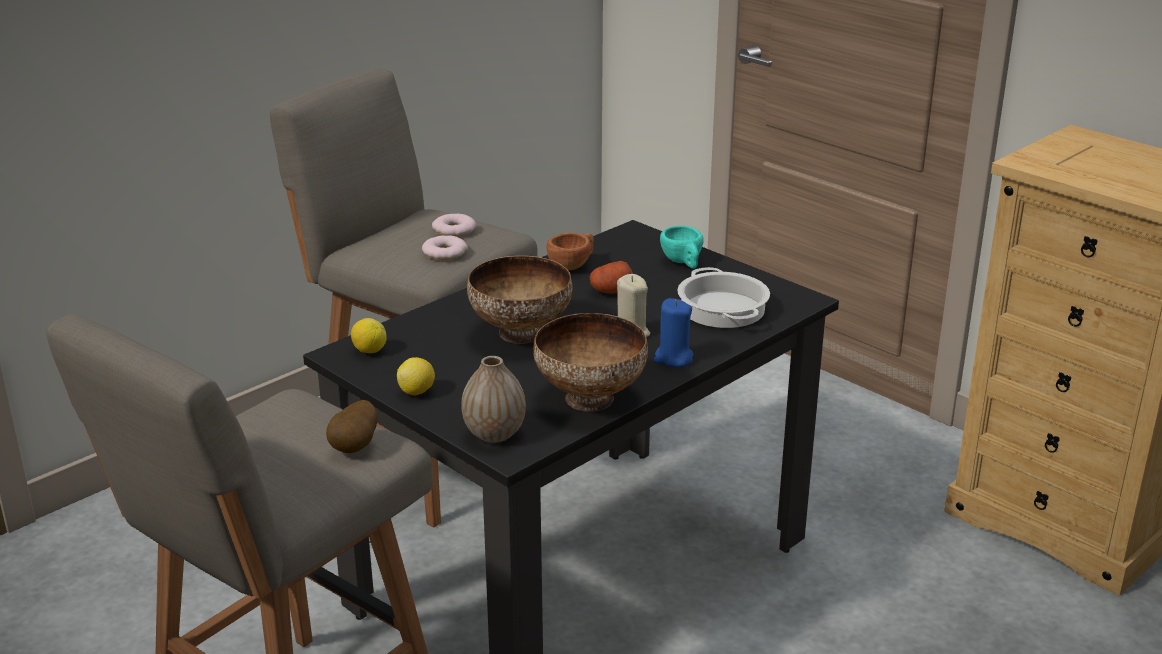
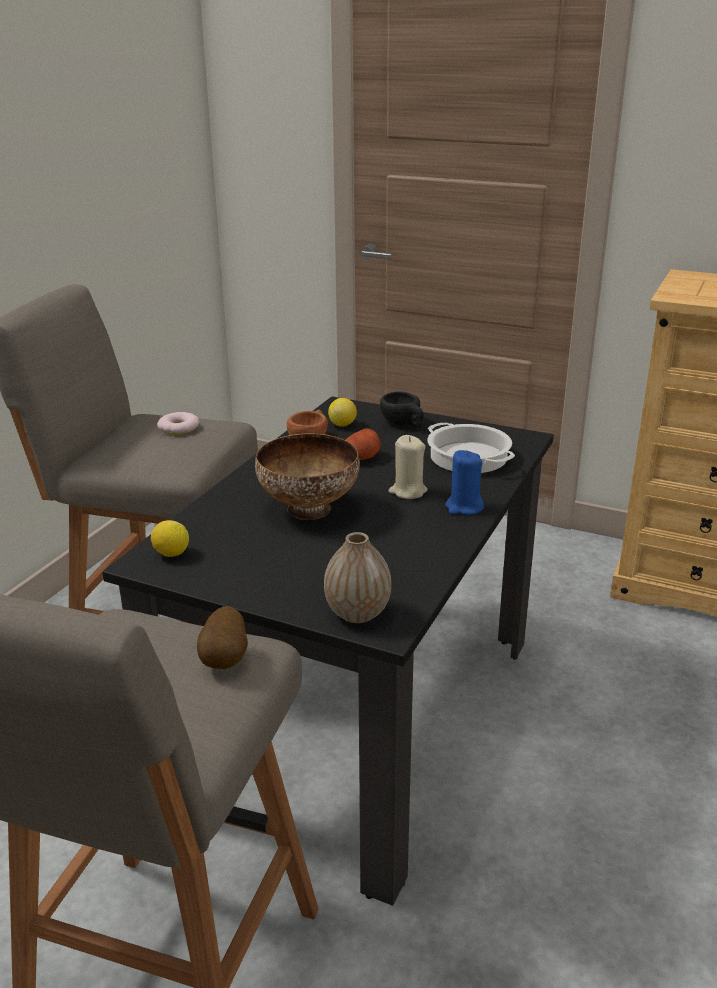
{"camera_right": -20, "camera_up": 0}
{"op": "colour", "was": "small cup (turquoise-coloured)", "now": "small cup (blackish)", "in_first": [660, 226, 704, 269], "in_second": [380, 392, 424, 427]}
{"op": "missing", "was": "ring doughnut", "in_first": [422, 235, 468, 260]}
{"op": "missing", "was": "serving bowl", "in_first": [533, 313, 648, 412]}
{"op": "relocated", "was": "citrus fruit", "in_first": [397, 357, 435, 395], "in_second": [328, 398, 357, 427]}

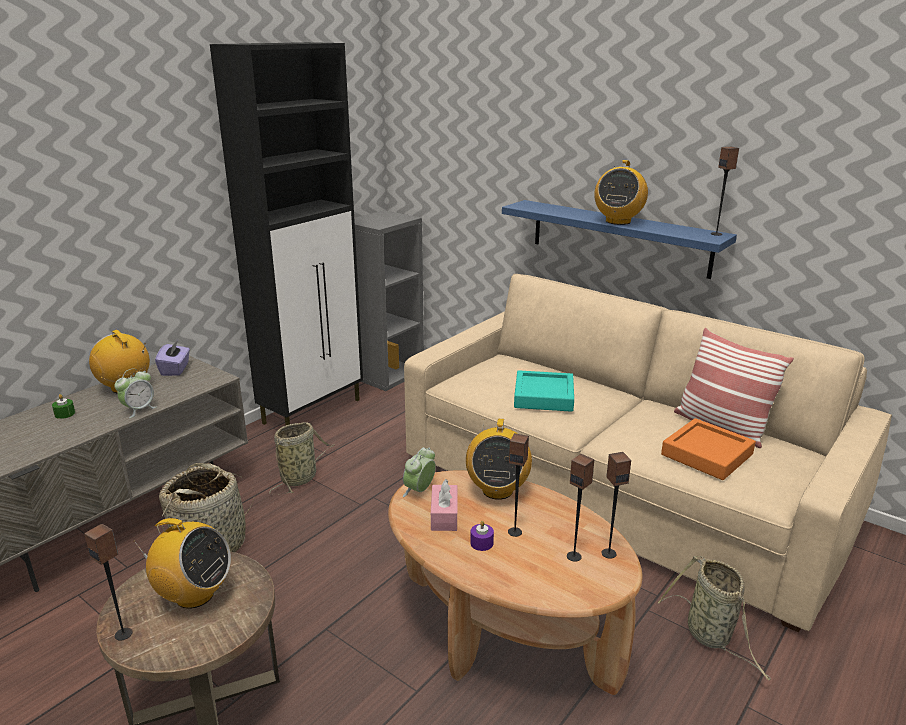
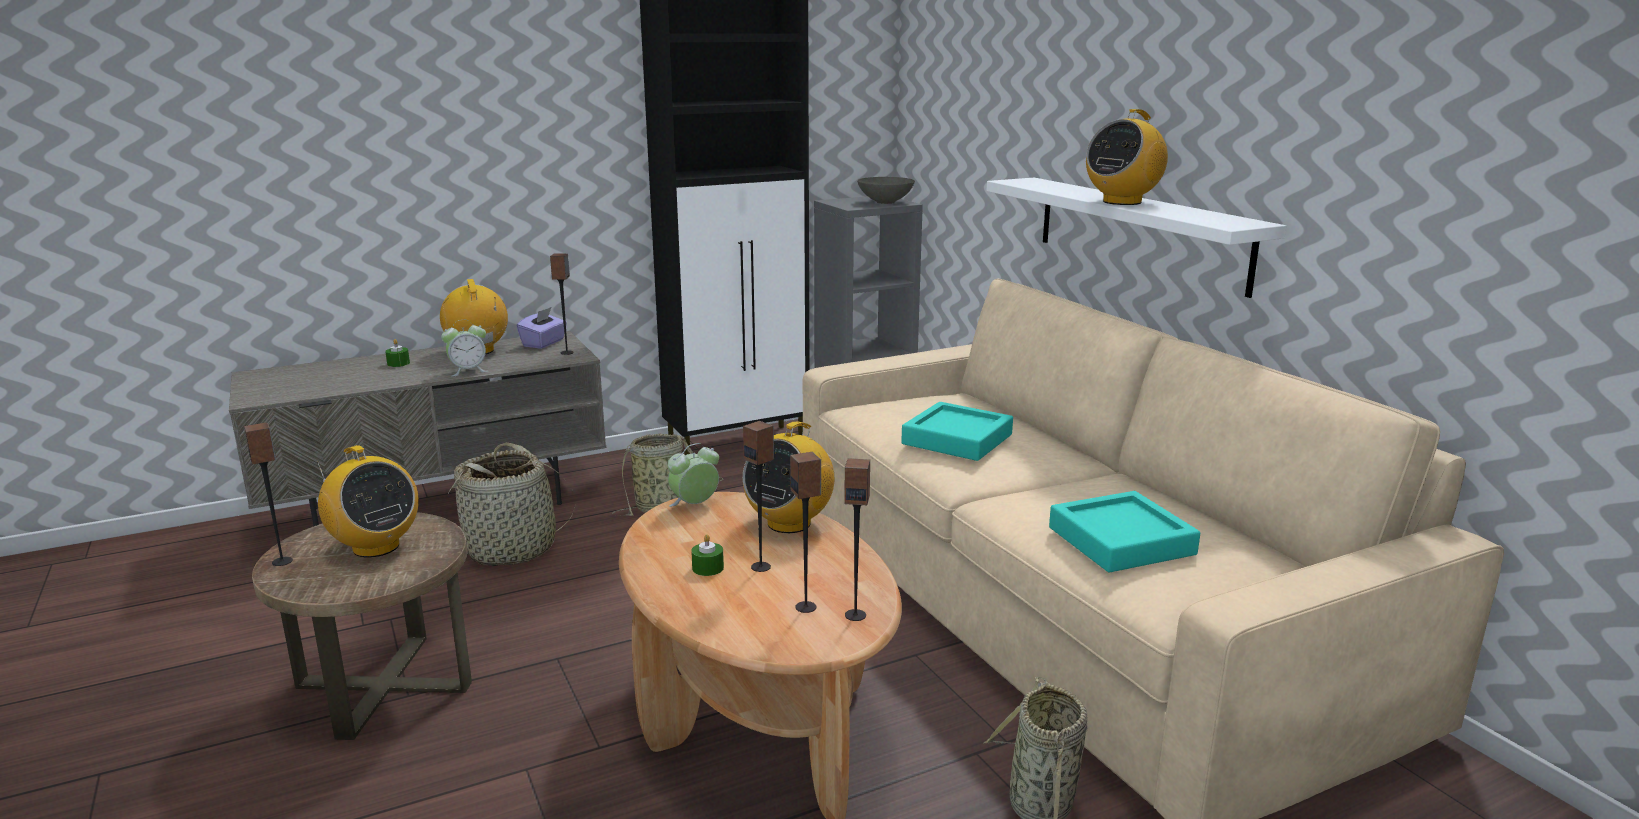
{"camera_right": 25, "camera_up": -5}
{"op": "relocated", "was": "loudspeaker", "in_first": [711, 147, 739, 236], "in_second": [550, 254, 574, 355]}
{"op": "colour", "was": "bracket shelf (bluish)", "now": "bracket shelf (white-coloured)", "in_first": [502, 200, 737, 279], "in_second": [986, 178, 1286, 298]}
{"op": "missing", "was": "throw pillow", "in_first": [674, 328, 794, 448]}
{"op": "colour", "was": "carrying tray (orangey)", "now": "carrying tray (turquoise-coloured)", "in_first": [661, 418, 756, 480], "in_second": [1049, 491, 1200, 572]}
{"op": "missing", "was": "box of tissues (pinkish)", "in_first": [431, 479, 457, 531]}
{"op": "colour", "was": "wax candle (purple-coloured)", "now": "wax candle (green)", "in_first": [470, 521, 494, 551], "in_second": [691, 534, 724, 576]}
{"op": "appeared", "now": "serving bowl (gray)", "in_second": [857, 177, 915, 204]}

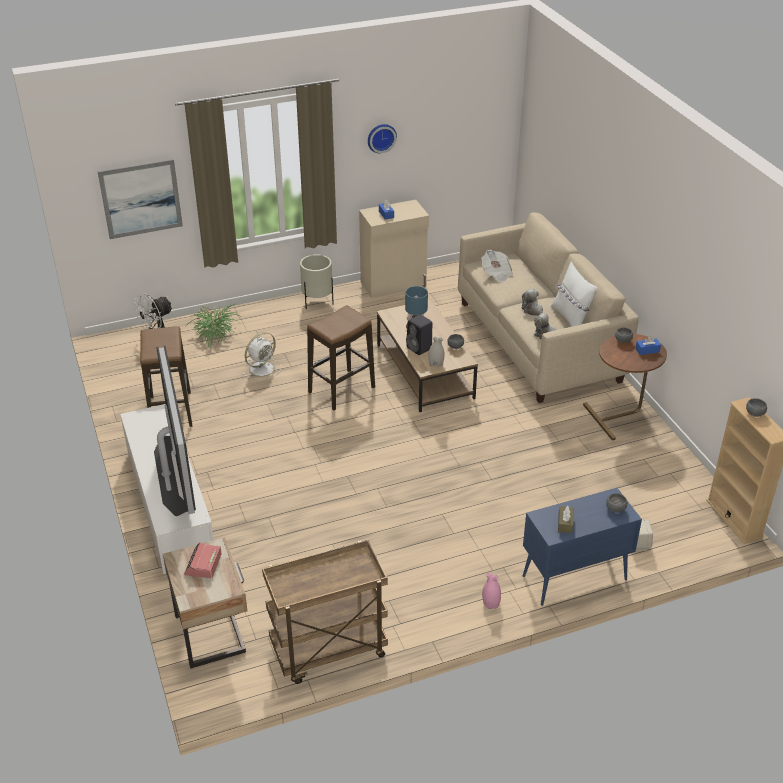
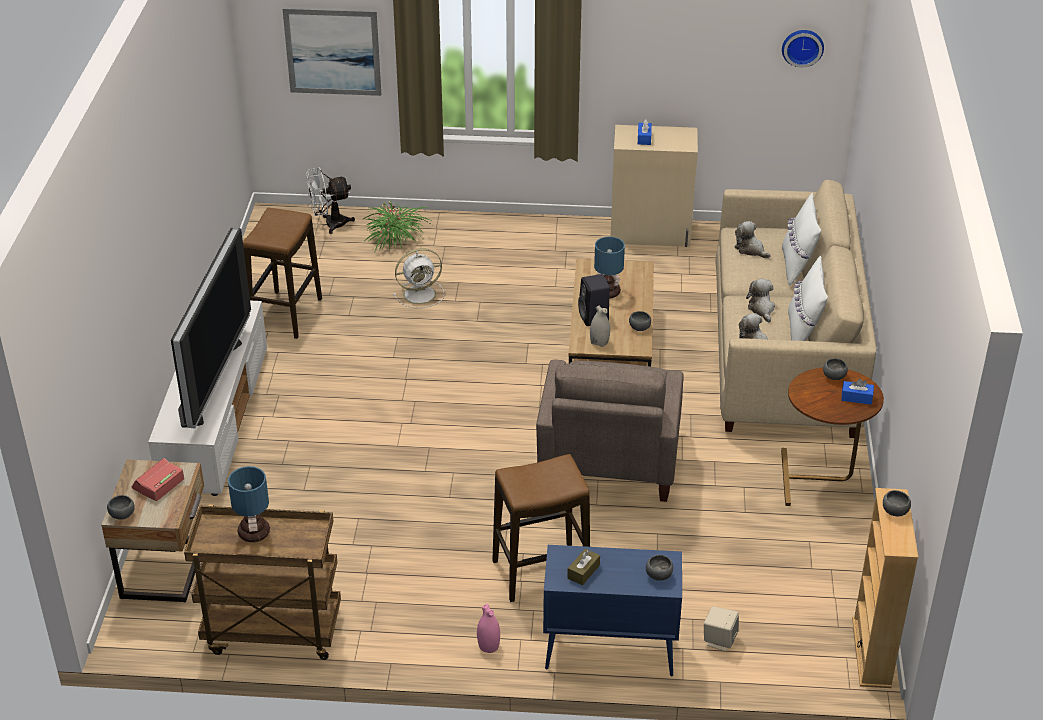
{"camera_right": 25, "camera_up": 0}
{"op": "relocated", "was": "wall clock", "in_first": [368, 124, 397, 153], "in_second": [782, 30, 824, 68]}
{"op": "exchanged", "was": "daily paper", "now": "cuddly toy", "in_first": [481, 250, 513, 283], "in_second": [734, 221, 771, 259]}
{"op": "missing", "was": "flower pot (beige-coloured)", "in_first": [300, 254, 334, 309]}
{"op": "relocated", "was": "stool seat", "in_first": [307, 305, 375, 410], "in_second": [492, 454, 590, 602]}
{"op": "appeared", "now": "throw pillow (white-coloured)", "in_second": [782, 193, 821, 286]}
{"op": "appeared", "now": "easy chair (beige-coloured)", "in_second": [536, 360, 684, 502]}
{"op": "appeared", "now": "tabletop lamp", "in_second": [228, 466, 270, 542]}
{"op": "appeared", "now": "serving bowl (gray)", "in_second": [107, 495, 135, 520]}

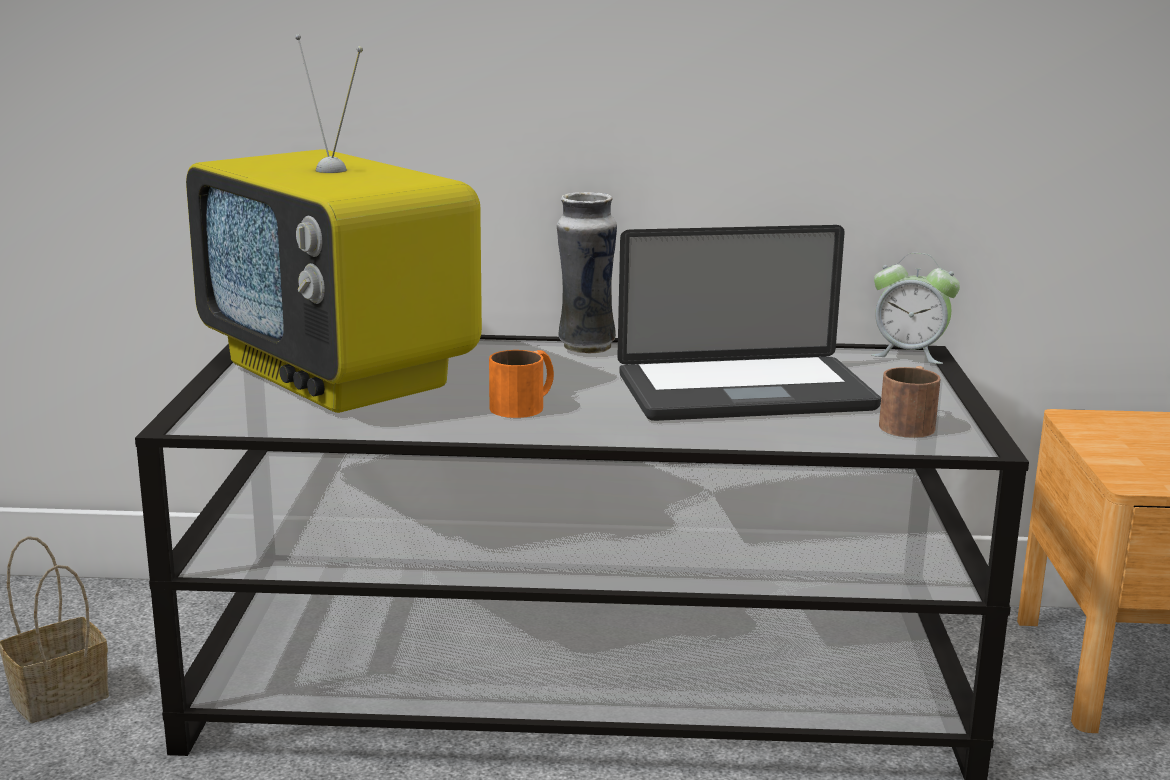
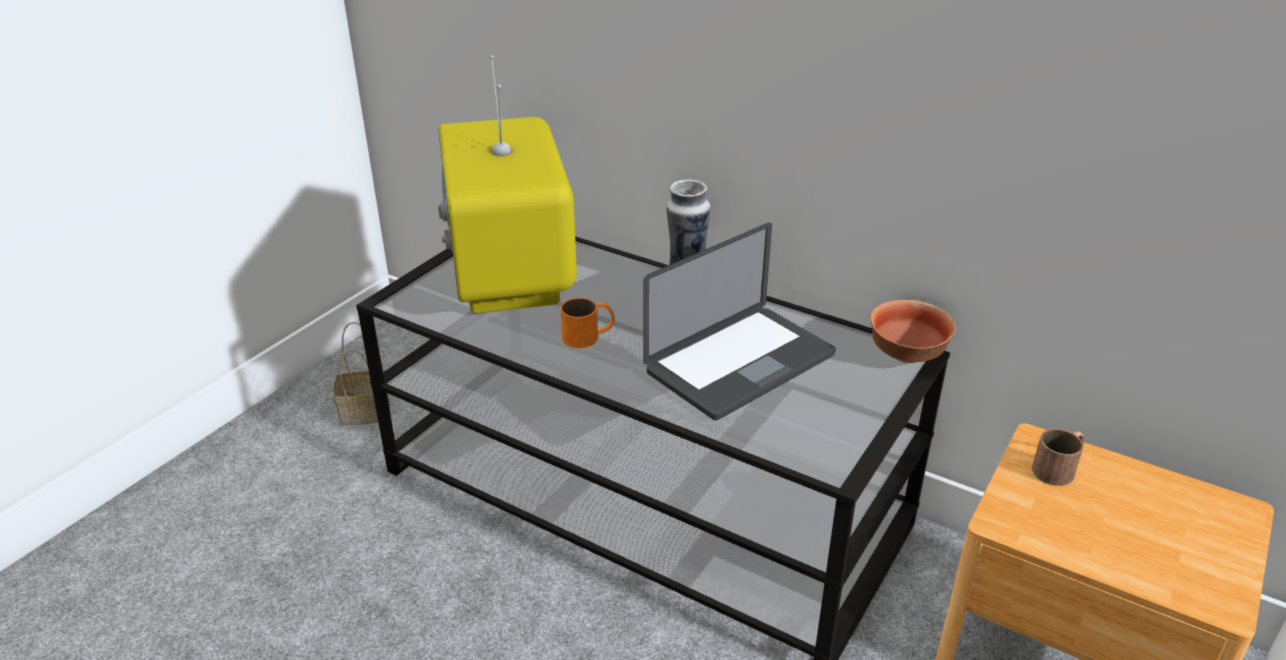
{"camera_right": 30, "camera_up": 15}
{"op": "spun", "was": "notebook computer", "in_first": [617, 225, 881, 421], "in_second": [643, 223, 836, 420], "clockwise": -60}
{"op": "exchanged", "was": "alarm clock", "now": "serving bowl", "in_first": [872, 253, 960, 364], "in_second": [870, 300, 956, 363]}
{"op": "relocated", "was": "coffee mug (brown)", "in_first": [879, 366, 941, 438], "in_second": [1032, 429, 1084, 486]}

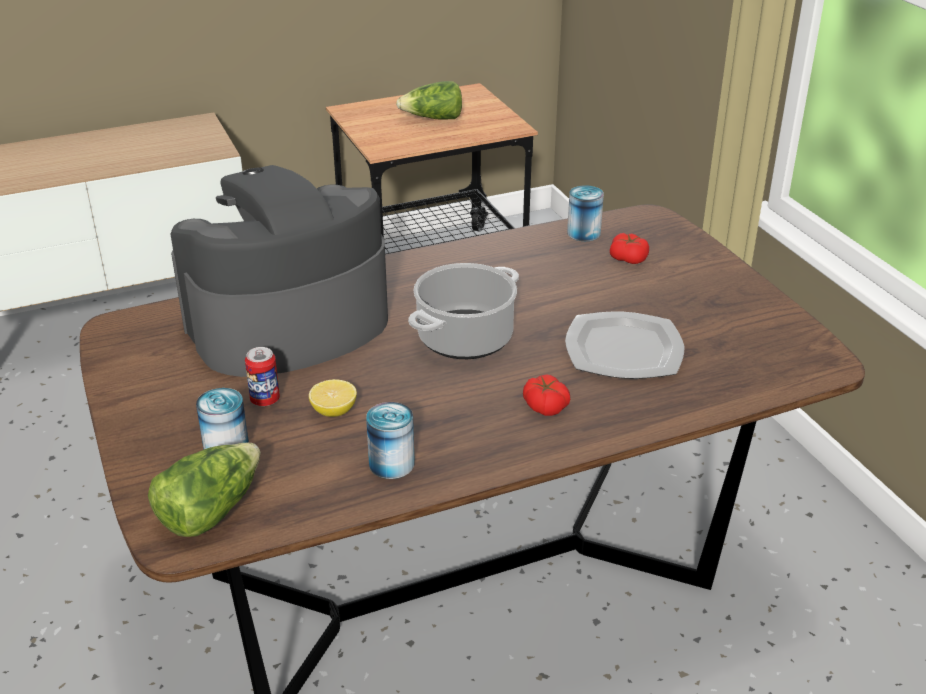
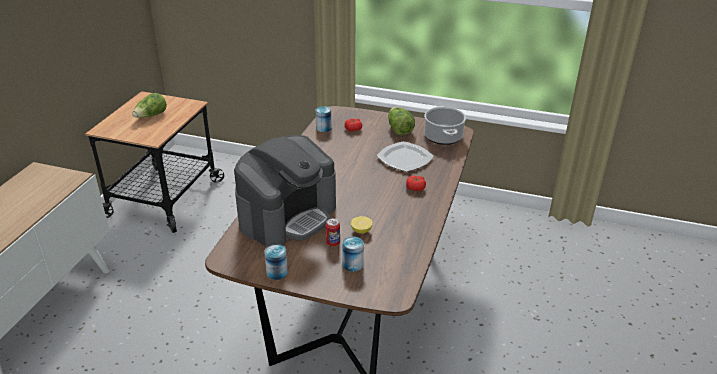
{"camera_right": -50, "camera_up": 0}
{"op": "spun", "was": "coffee maker", "in_first": [170, 165, 388, 377], "in_second": [234, 135, 336, 248], "clockwise": -150}
{"op": "relocated", "was": "saucepot", "in_first": [408, 263, 519, 359], "in_second": [424, 106, 466, 145]}
{"op": "relocated", "was": "sealed can", "in_first": [366, 402, 415, 479], "in_second": [265, 244, 288, 280]}
{"op": "relocated", "was": "head of lettuce", "in_first": [148, 443, 260, 537], "in_second": [388, 107, 415, 135]}

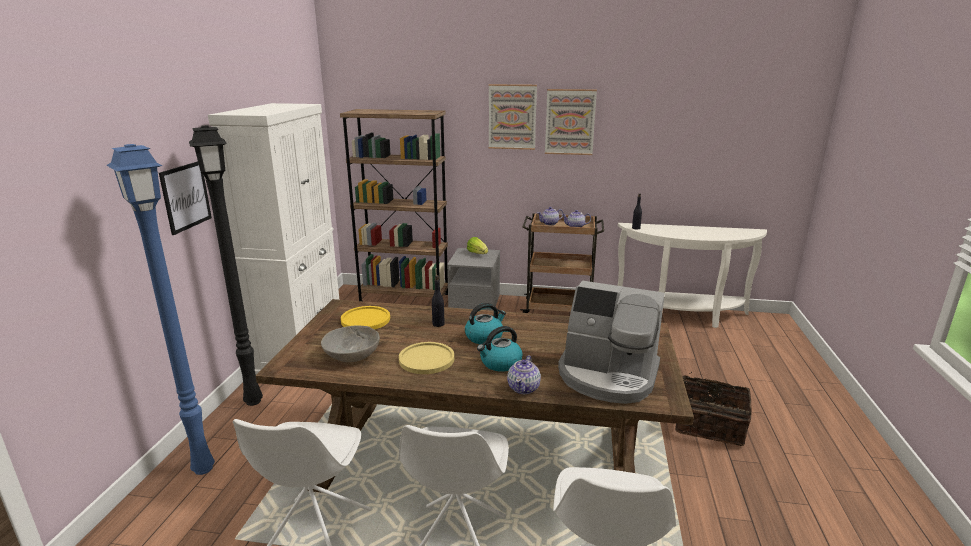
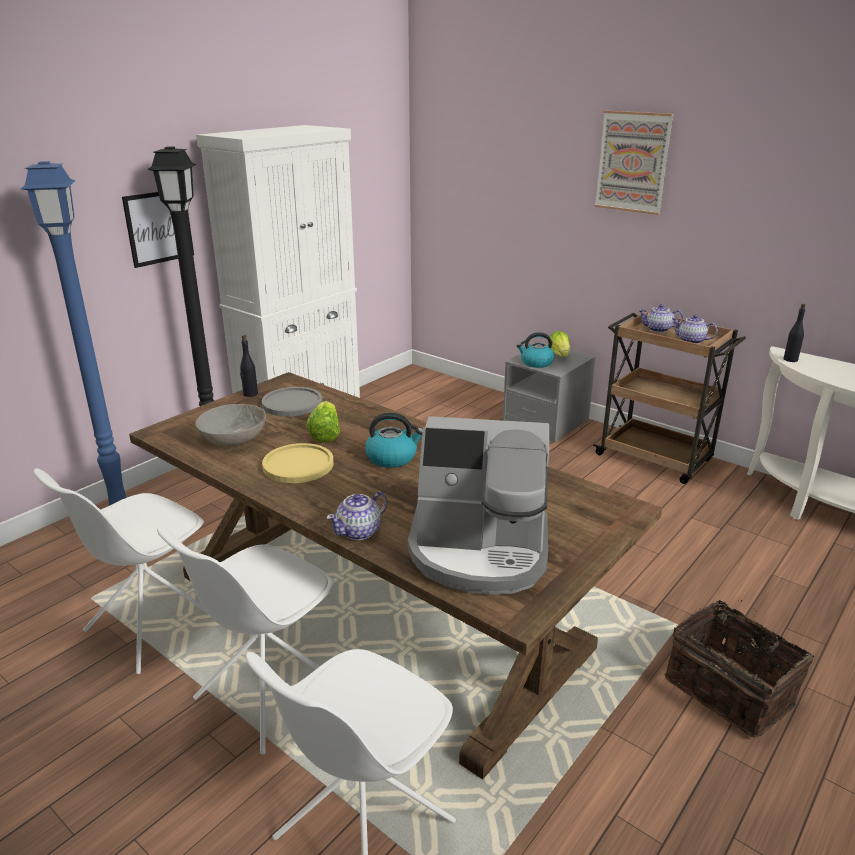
{"camera_right": 30, "camera_up": 5}
{"op": "missing", "was": "picture", "in_first": [545, 89, 597, 155]}
{"op": "missing", "was": "bookshelf (brown)", "in_first": [340, 109, 448, 301]}
{"op": "relocated", "was": "drink bottle (blackish)", "in_first": [432, 275, 445, 327], "in_second": [240, 335, 258, 397]}
{"op": "spun", "was": "coffee maker", "in_first": [558, 281, 665, 404], "in_second": [408, 416, 549, 595], "clockwise": -45}
{"op": "colour", "was": "dinner plate (yellow)", "now": "dinner plate (gray)", "in_first": [341, 306, 390, 330], "in_second": [262, 387, 322, 416]}
{"op": "relocated", "was": "tea kettle", "in_first": [477, 326, 522, 372], "in_second": [517, 332, 555, 368]}
{"op": "appeared", "now": "head of lettuce", "in_second": [306, 401, 340, 443]}

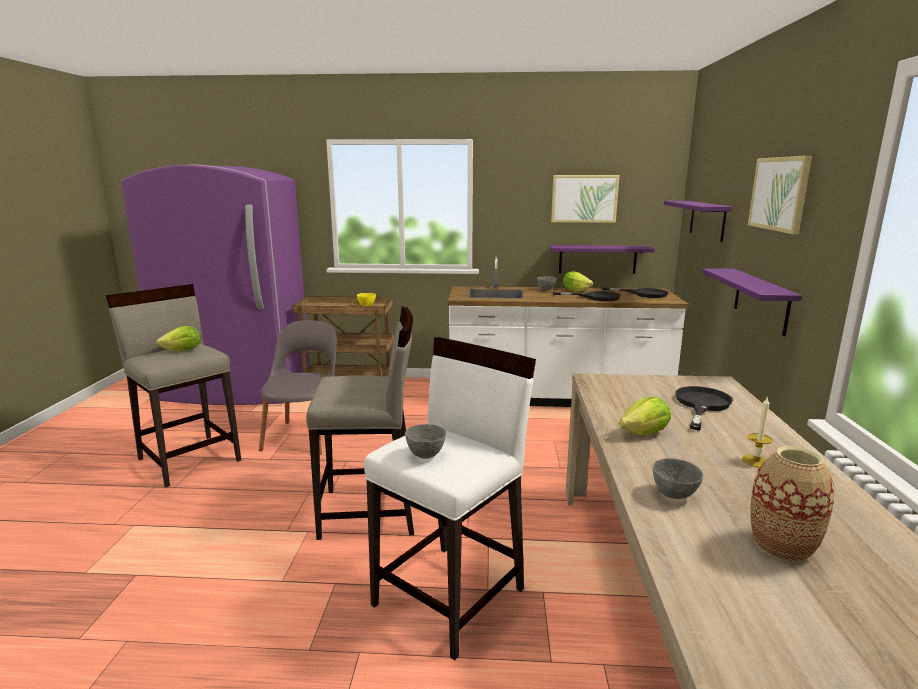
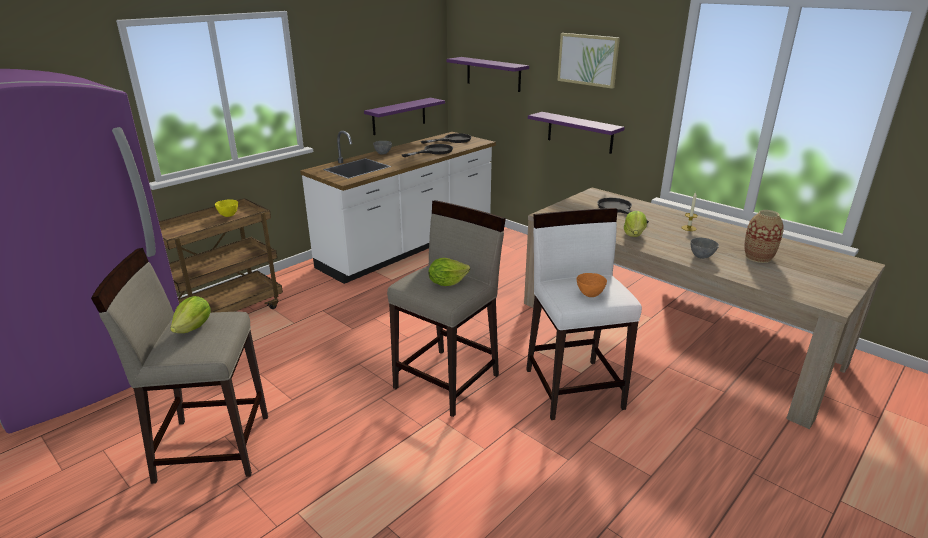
{"camera_right": -50, "camera_up": 10}
{"op": "missing", "was": "picture", "in_first": [551, 175, 619, 223]}
{"op": "relocated", "was": "head of lettuce", "in_first": [563, 271, 593, 292], "in_second": [428, 258, 470, 286]}
{"op": "missing", "was": "upright chair (gray)", "in_first": [259, 320, 337, 455]}
{"op": "colour", "was": "serving bowl (gray)", "now": "serving bowl (orangey)", "in_first": [405, 424, 446, 459], "in_second": [577, 273, 607, 297]}

